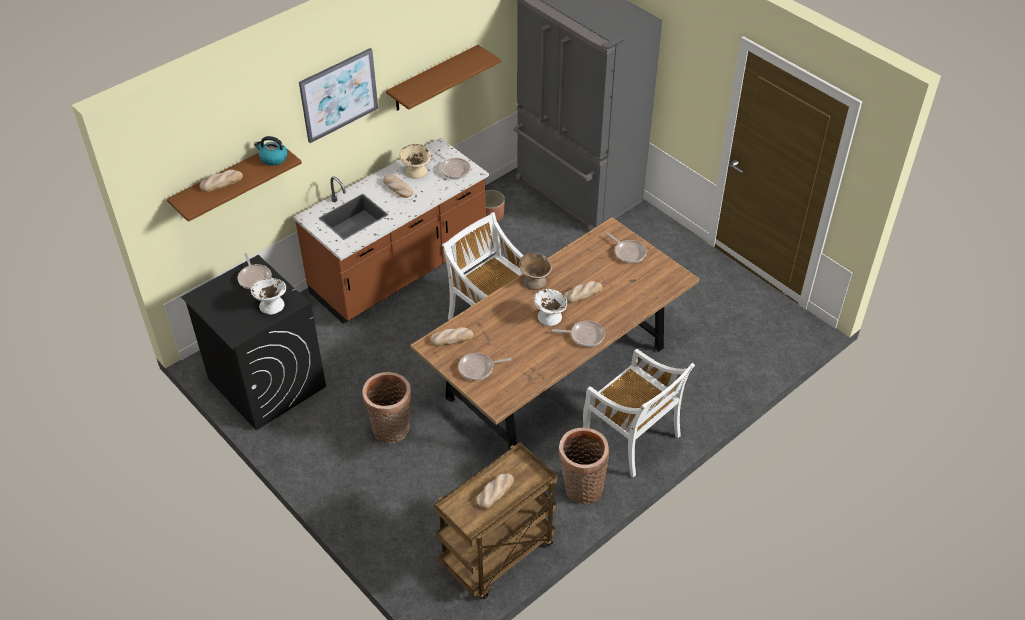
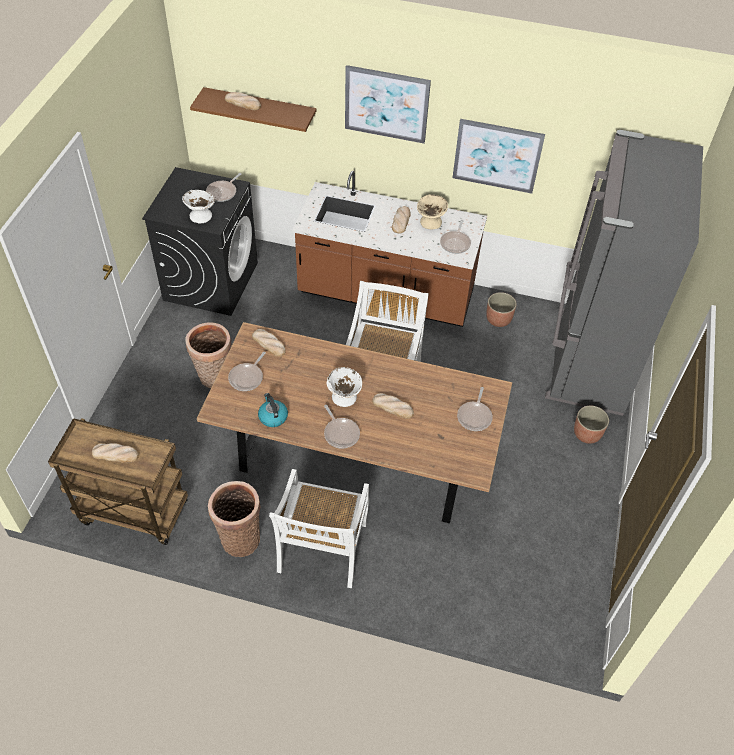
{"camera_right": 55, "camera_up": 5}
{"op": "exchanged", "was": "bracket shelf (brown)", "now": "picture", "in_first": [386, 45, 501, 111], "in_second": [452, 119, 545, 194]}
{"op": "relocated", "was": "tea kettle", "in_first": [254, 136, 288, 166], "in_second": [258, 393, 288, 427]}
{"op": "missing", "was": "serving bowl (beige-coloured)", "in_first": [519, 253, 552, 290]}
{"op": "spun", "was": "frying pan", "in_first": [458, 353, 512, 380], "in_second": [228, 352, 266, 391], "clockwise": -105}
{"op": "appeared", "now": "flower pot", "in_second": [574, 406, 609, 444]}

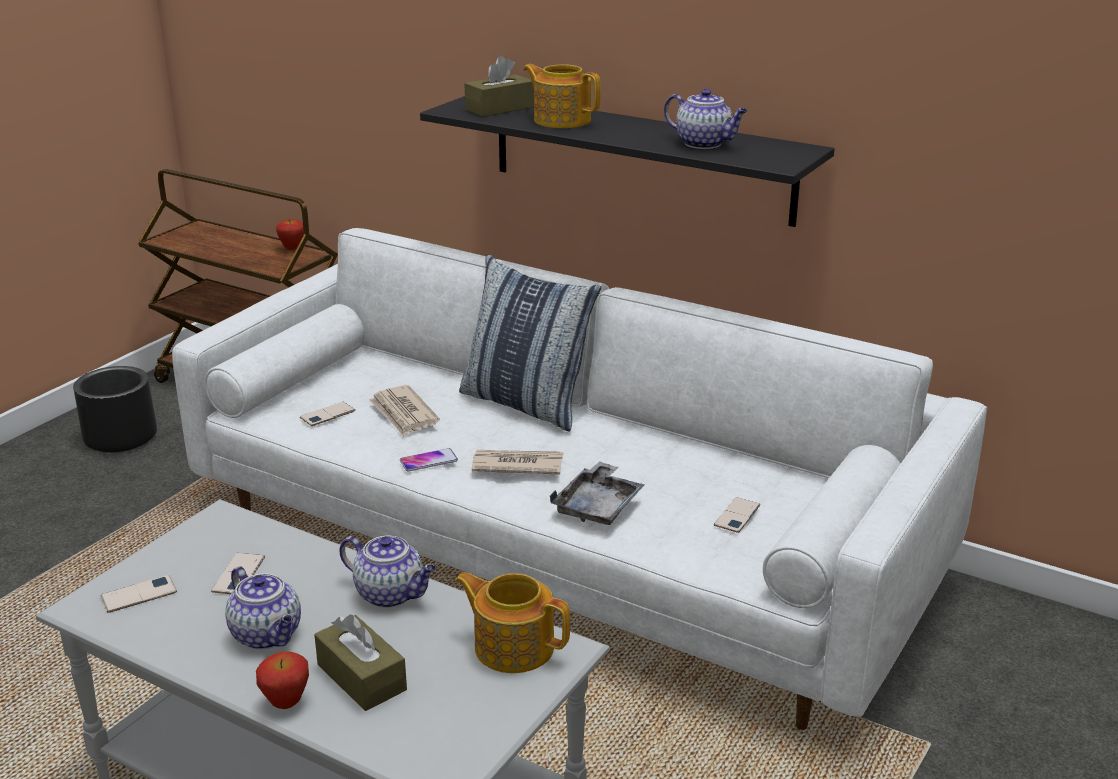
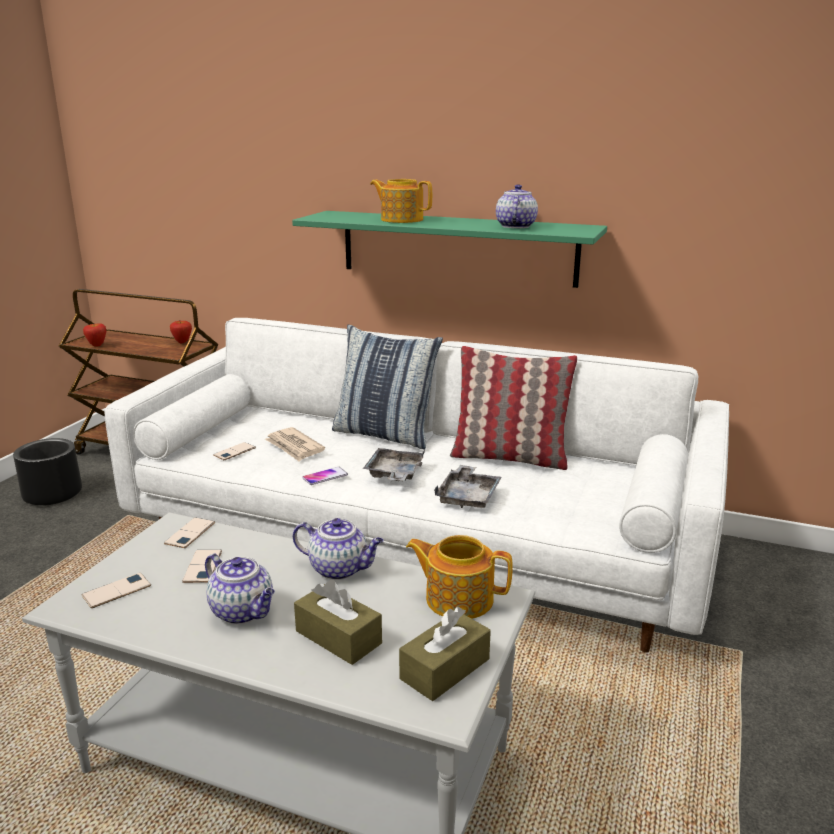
{"camera_right": -10, "camera_up": -5}
{"op": "relocated", "was": "box of tissues (brown)", "in_first": [465, 55, 534, 117], "in_second": [399, 607, 491, 701]}
{"op": "spun", "was": "tea pot", "in_first": [664, 89, 748, 149], "in_second": [496, 184, 538, 228], "clockwise": -105}
{"op": "colour", "was": "bracket shelf (blackish)", "now": "bracket shelf (green)", "in_first": [420, 96, 835, 227], "in_second": [292, 211, 607, 288]}
{"op": "exchanged", "was": "daily paper", "now": "carrying tray (gray)", "in_first": [471, 450, 563, 474], "in_second": [363, 448, 425, 481]}
{"op": "relocated", "was": "phone", "in_first": [714, 497, 760, 533], "in_second": [164, 517, 215, 548]}
{"op": "relocated", "was": "whole apple", "in_first": [256, 652, 309, 709], "in_second": [83, 323, 106, 347]}
{"op": "appeared", "now": "throw pillow", "in_second": [450, 346, 577, 470]}

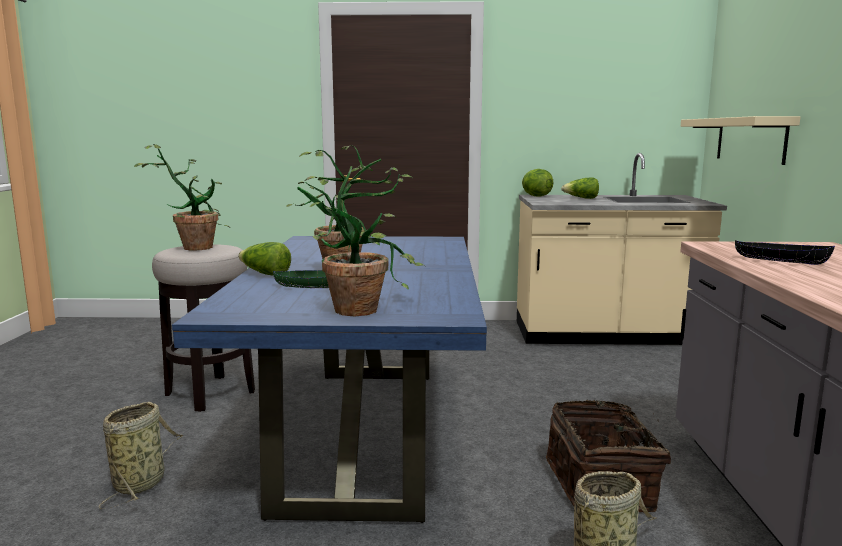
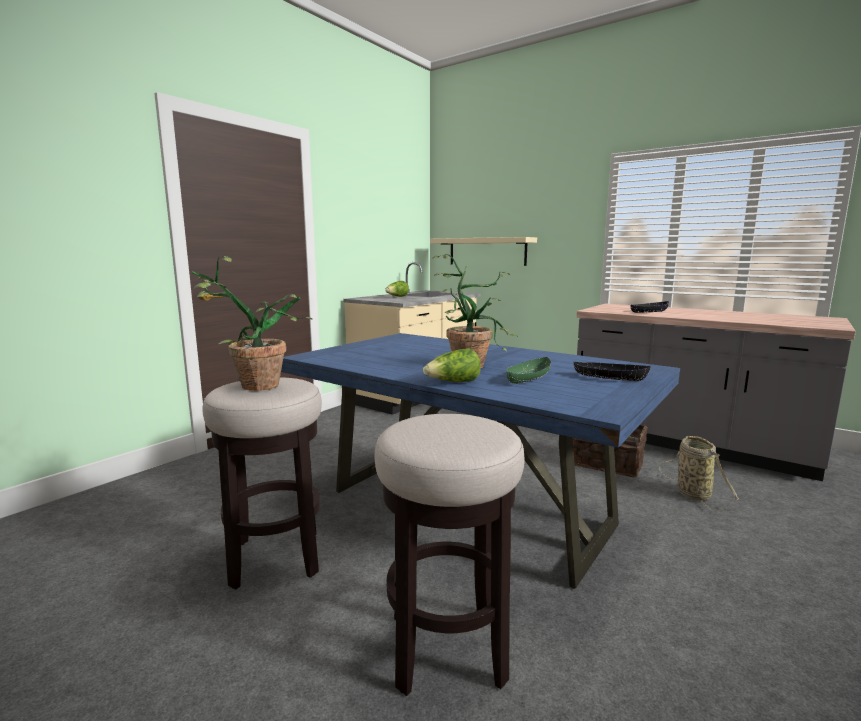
{"camera_right": -55, "camera_up": 0}
{"op": "exchanged", "was": "potted plant", "now": "serving bowl (blackish)", "in_first": [299, 150, 425, 317], "in_second": [574, 361, 651, 381]}
{"op": "missing", "was": "head of lettuce", "in_first": [522, 169, 553, 197]}
{"op": "exchanged", "was": "basket", "now": "stool seat", "in_first": [99, 402, 183, 509], "in_second": [374, 414, 525, 696]}

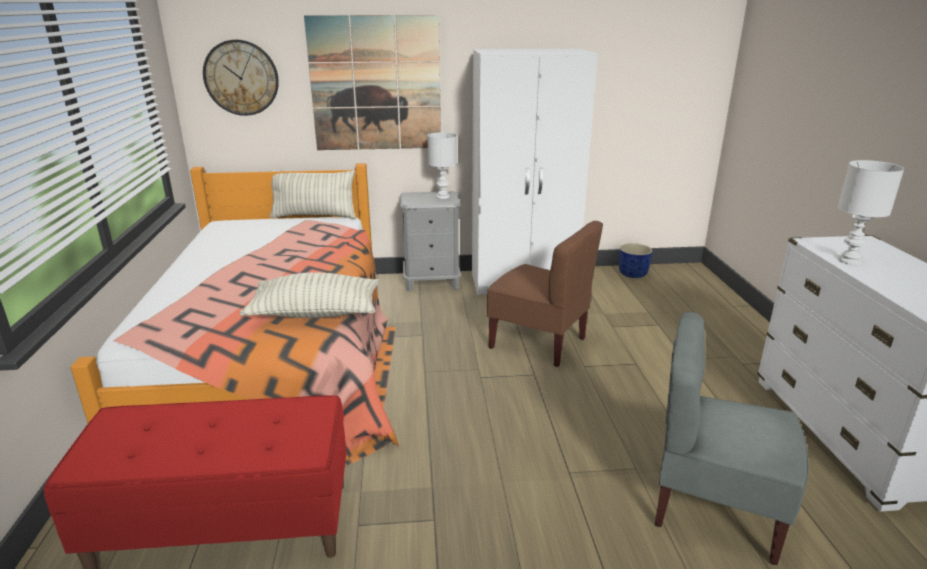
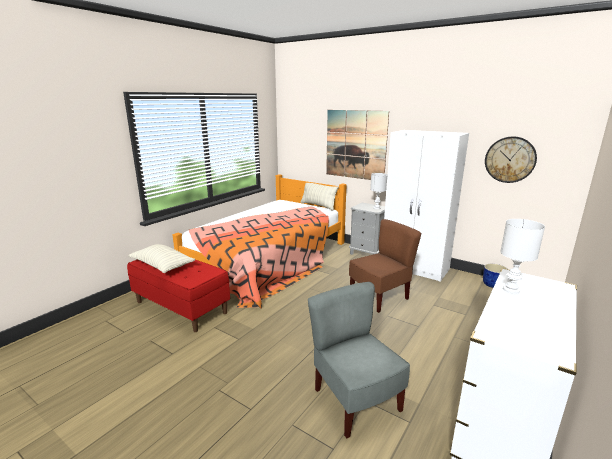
{"camera_right": 40, "camera_up": -5}
{"op": "relocated", "was": "wall clock", "in_first": [203, 39, 279, 116], "in_second": [485, 136, 537, 183]}
{"op": "spun", "was": "upright chair (brown)", "in_first": [487, 221, 603, 367], "in_second": [349, 219, 421, 313], "clockwise": -105}
{"op": "relocated", "was": "throw pillow", "in_first": [240, 272, 380, 318], "in_second": [129, 244, 195, 273]}

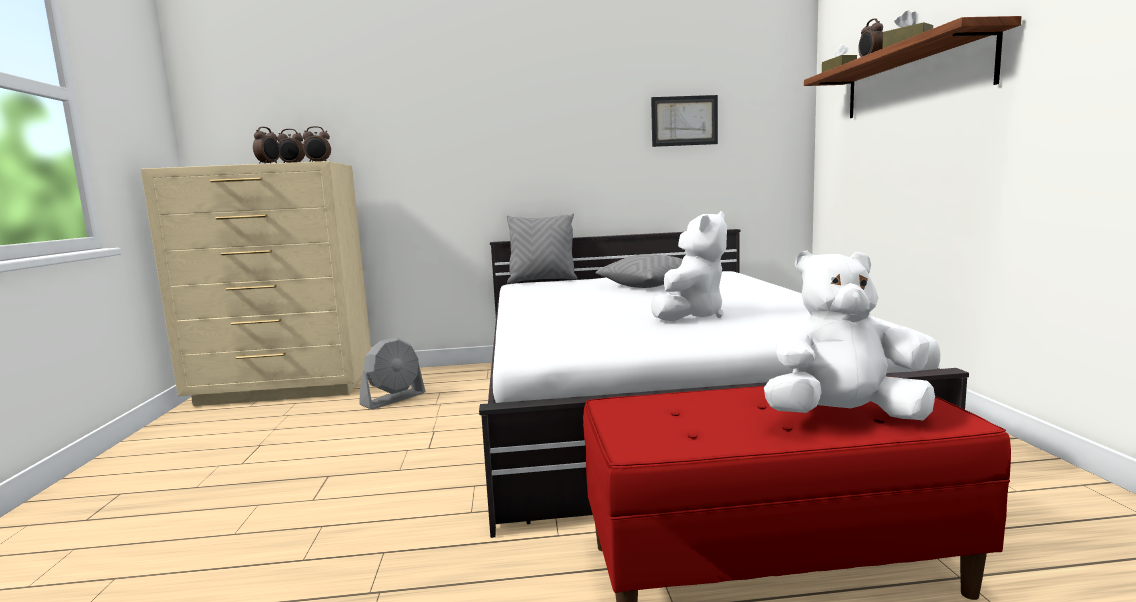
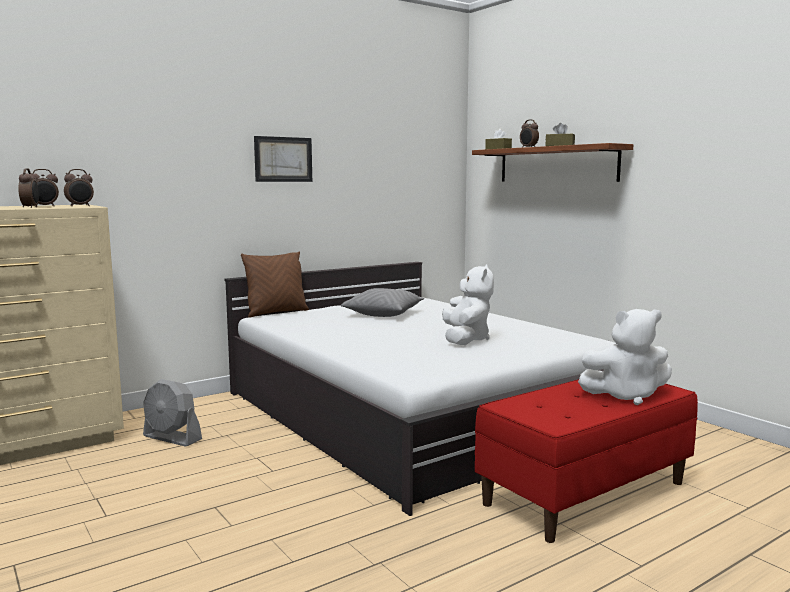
{"camera_right": -30, "camera_up": 0}
{"op": "relocated", "was": "picture", "in_first": [651, 95, 718, 147], "in_second": [254, 136, 312, 182]}
{"op": "colour", "was": "throw pillow (gray)", "now": "throw pillow (brown)", "in_first": [507, 214, 577, 284], "in_second": [241, 251, 309, 318]}
{"op": "spun", "was": "cuddly toy (white-coloured)", "in_first": [764, 251, 935, 421], "in_second": [578, 309, 672, 405], "clockwise": -150}
{"op": "spun", "was": "cooling fan (gray)", "in_first": [359, 337, 425, 409], "in_second": [143, 379, 202, 447], "clockwise": 105}

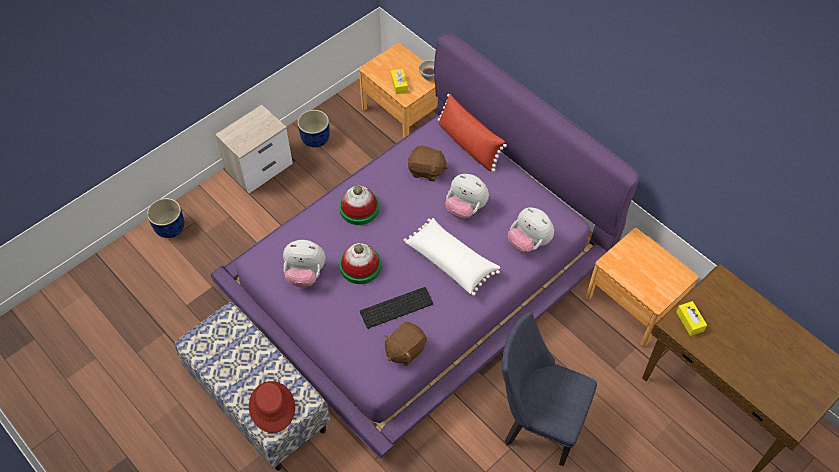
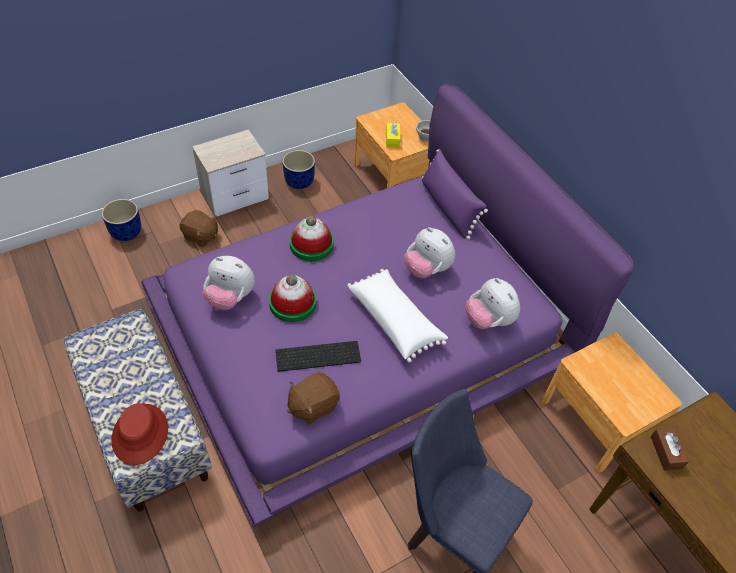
{"camera_right": 10, "camera_up": -5}
{"op": "colour", "was": "throw pillow (reddish)", "now": "throw pillow (purple-coloured)", "in_first": [438, 94, 507, 172], "in_second": [422, 149, 488, 240]}
{"op": "relocated", "was": "cuddly toy (brown)", "in_first": [408, 145, 448, 181], "in_second": [179, 210, 218, 247]}
{"op": "colour", "was": "box of tissues (yellow)", "now": "box of tissues (brown)", "in_first": [676, 301, 707, 336], "in_second": [651, 427, 689, 471]}

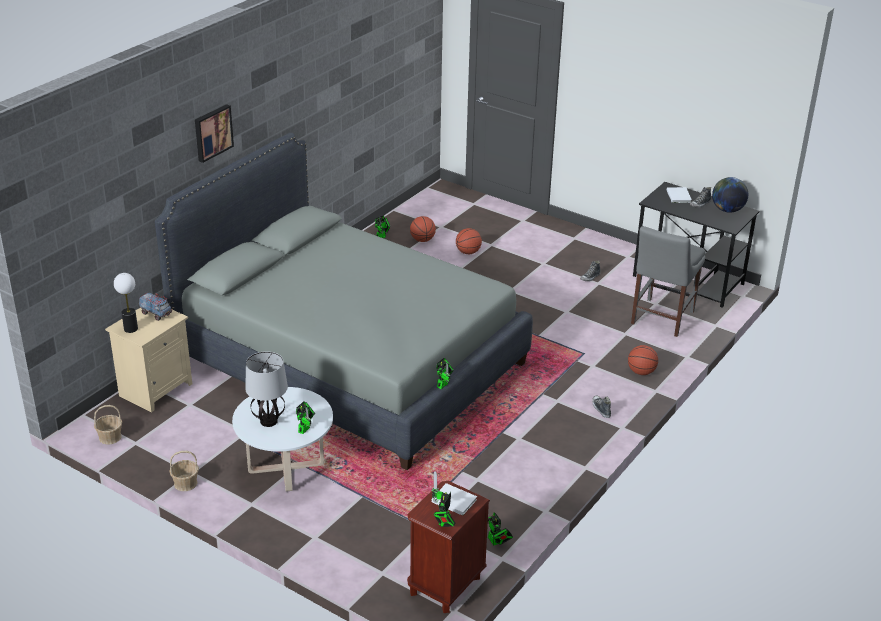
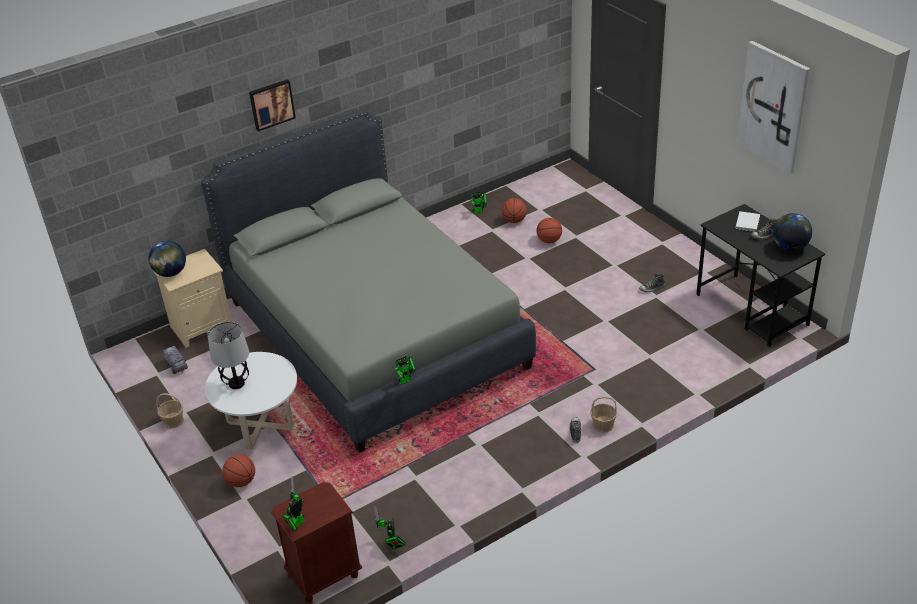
{"camera_right": 25, "camera_up": 5}
{"op": "missing", "was": "upright chair (gray)", "in_first": [631, 226, 705, 337]}
{"op": "exchanged", "was": "tabletop lamp", "now": "world globe", "in_first": [114, 273, 138, 333], "in_second": [149, 241, 186, 277]}
{"op": "relocated", "was": "toy truck", "in_first": [139, 292, 172, 321], "in_second": [163, 345, 188, 374]}
{"op": "relocated", "was": "basketball ball", "in_first": [628, 345, 658, 375], "in_second": [222, 455, 255, 487]}
{"op": "missing", "was": "toy robot", "in_first": [296, 401, 315, 434]}
{"op": "relocated", "was": "basket", "in_first": [94, 405, 122, 445], "in_second": [590, 396, 617, 433]}
{"op": "missing", "was": "volume (white-coloured)", "in_first": [432, 483, 477, 516]}
{"op": "appeared", "now": "picture", "in_second": [737, 41, 810, 174]}

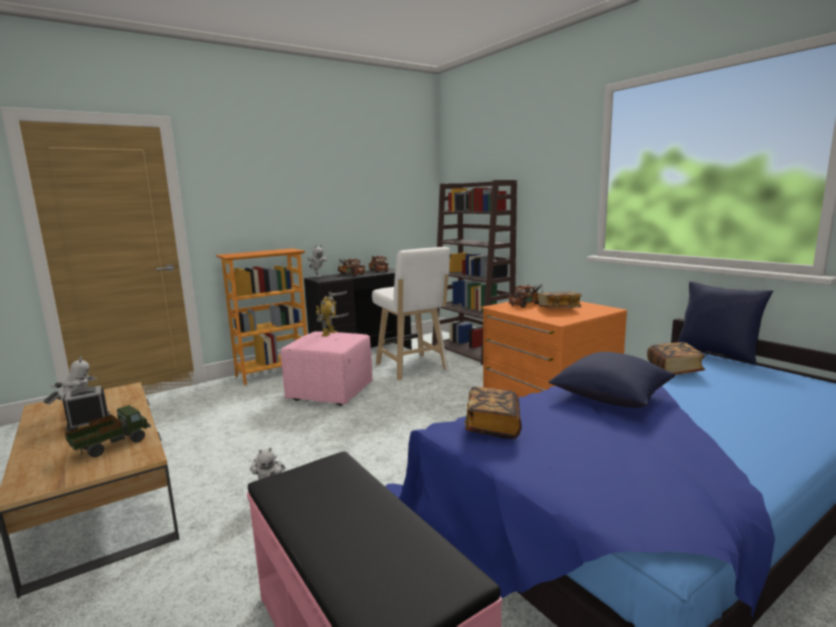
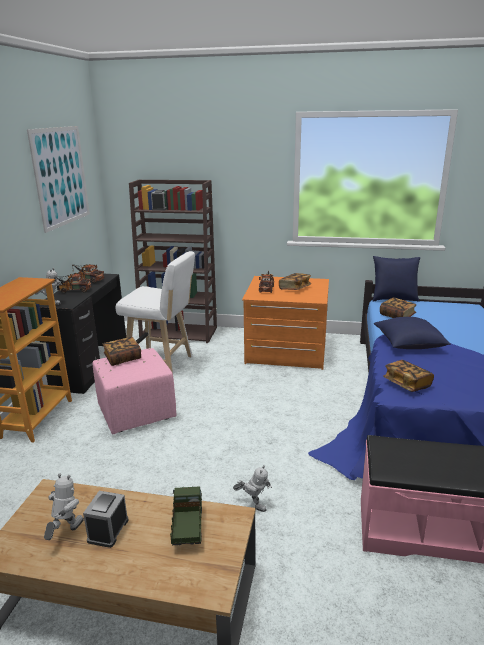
{"camera_right": -45, "camera_up": 10}
{"op": "exchanged", "was": "toy robot", "now": "volume", "in_first": [316, 292, 337, 336], "in_second": [103, 337, 141, 366]}
{"op": "appeared", "now": "picture", "in_second": [27, 126, 90, 233]}

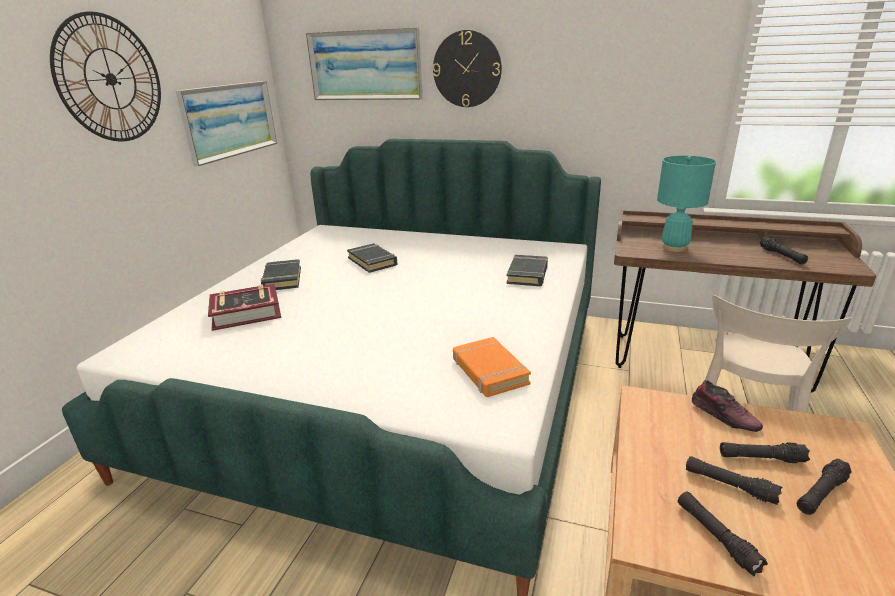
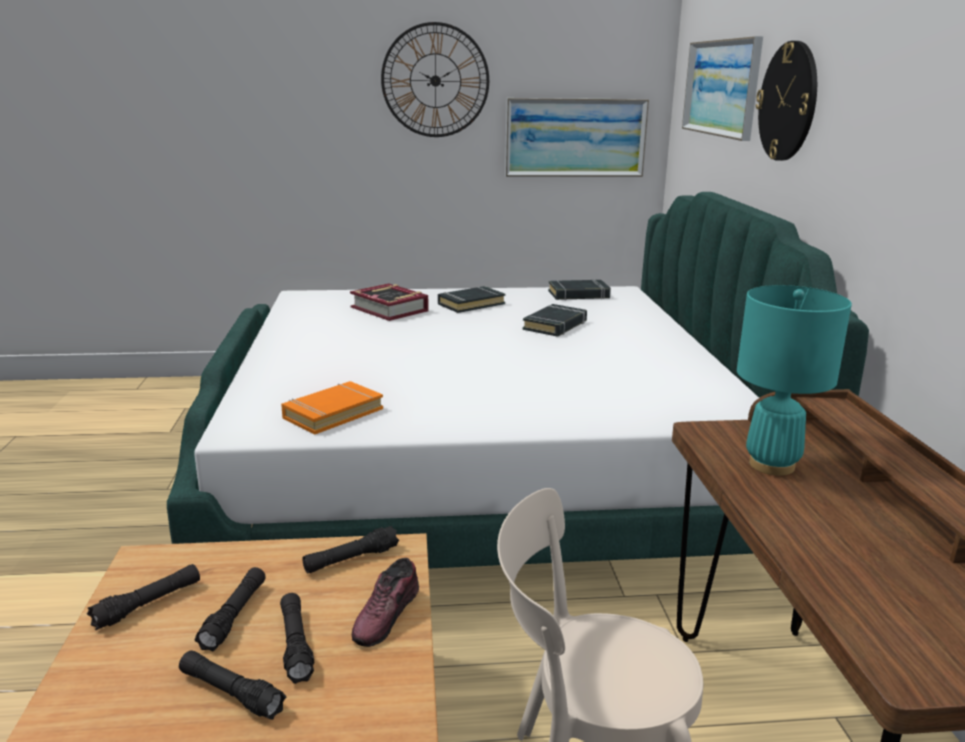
{"camera_right": 65, "camera_up": -5}
{"op": "relocated", "was": "flashlight (blackish)", "in_first": [759, 237, 808, 264], "in_second": [302, 526, 399, 573]}
{"op": "relocated", "was": "volume (blackish)", "in_first": [506, 255, 548, 286], "in_second": [548, 280, 611, 300]}

